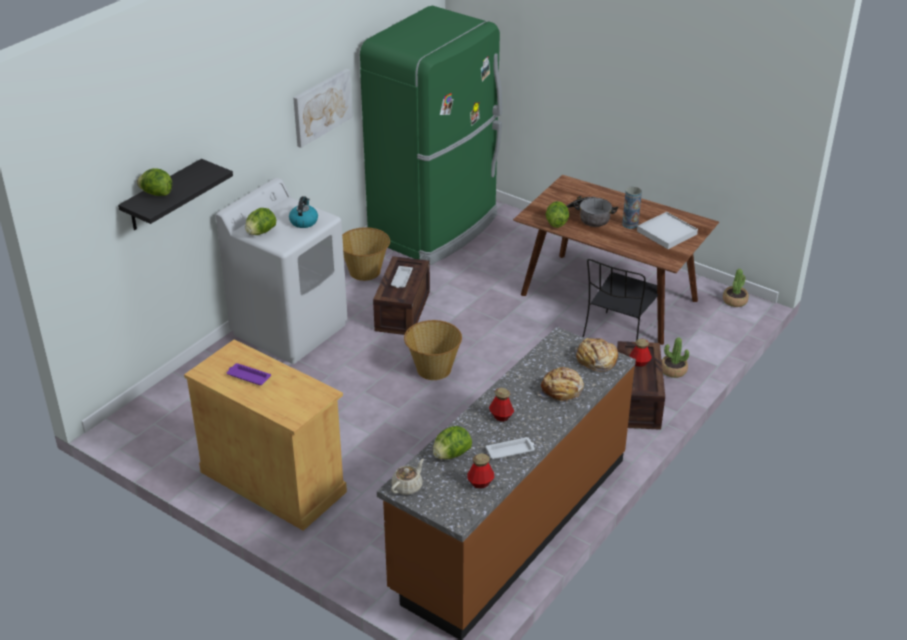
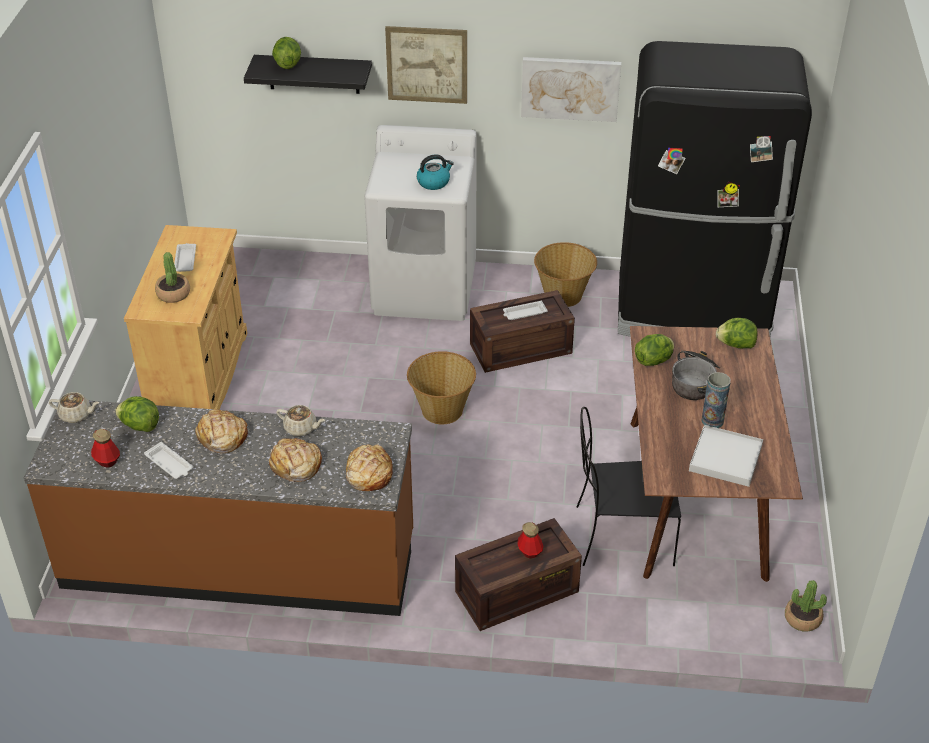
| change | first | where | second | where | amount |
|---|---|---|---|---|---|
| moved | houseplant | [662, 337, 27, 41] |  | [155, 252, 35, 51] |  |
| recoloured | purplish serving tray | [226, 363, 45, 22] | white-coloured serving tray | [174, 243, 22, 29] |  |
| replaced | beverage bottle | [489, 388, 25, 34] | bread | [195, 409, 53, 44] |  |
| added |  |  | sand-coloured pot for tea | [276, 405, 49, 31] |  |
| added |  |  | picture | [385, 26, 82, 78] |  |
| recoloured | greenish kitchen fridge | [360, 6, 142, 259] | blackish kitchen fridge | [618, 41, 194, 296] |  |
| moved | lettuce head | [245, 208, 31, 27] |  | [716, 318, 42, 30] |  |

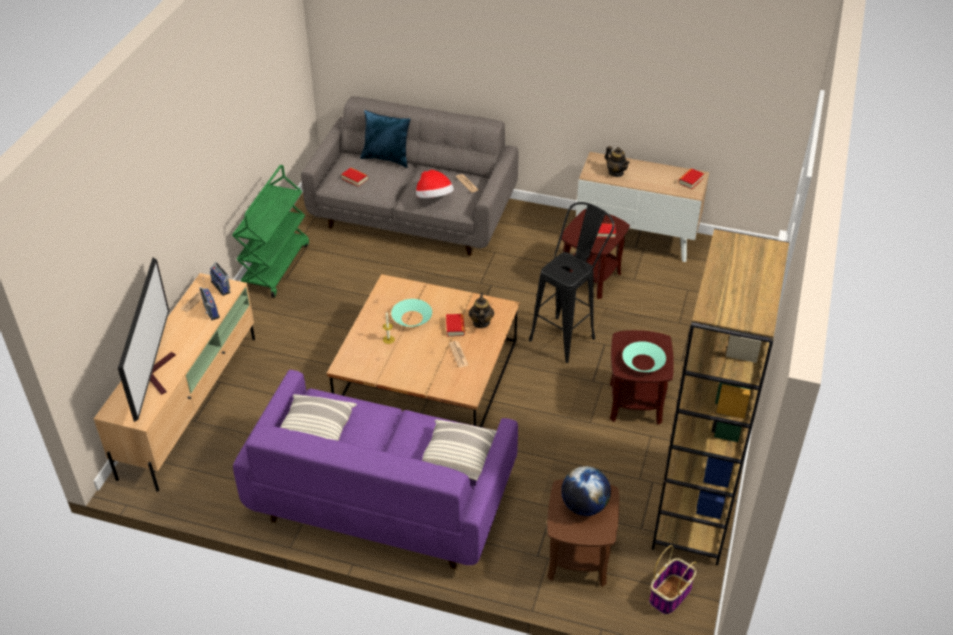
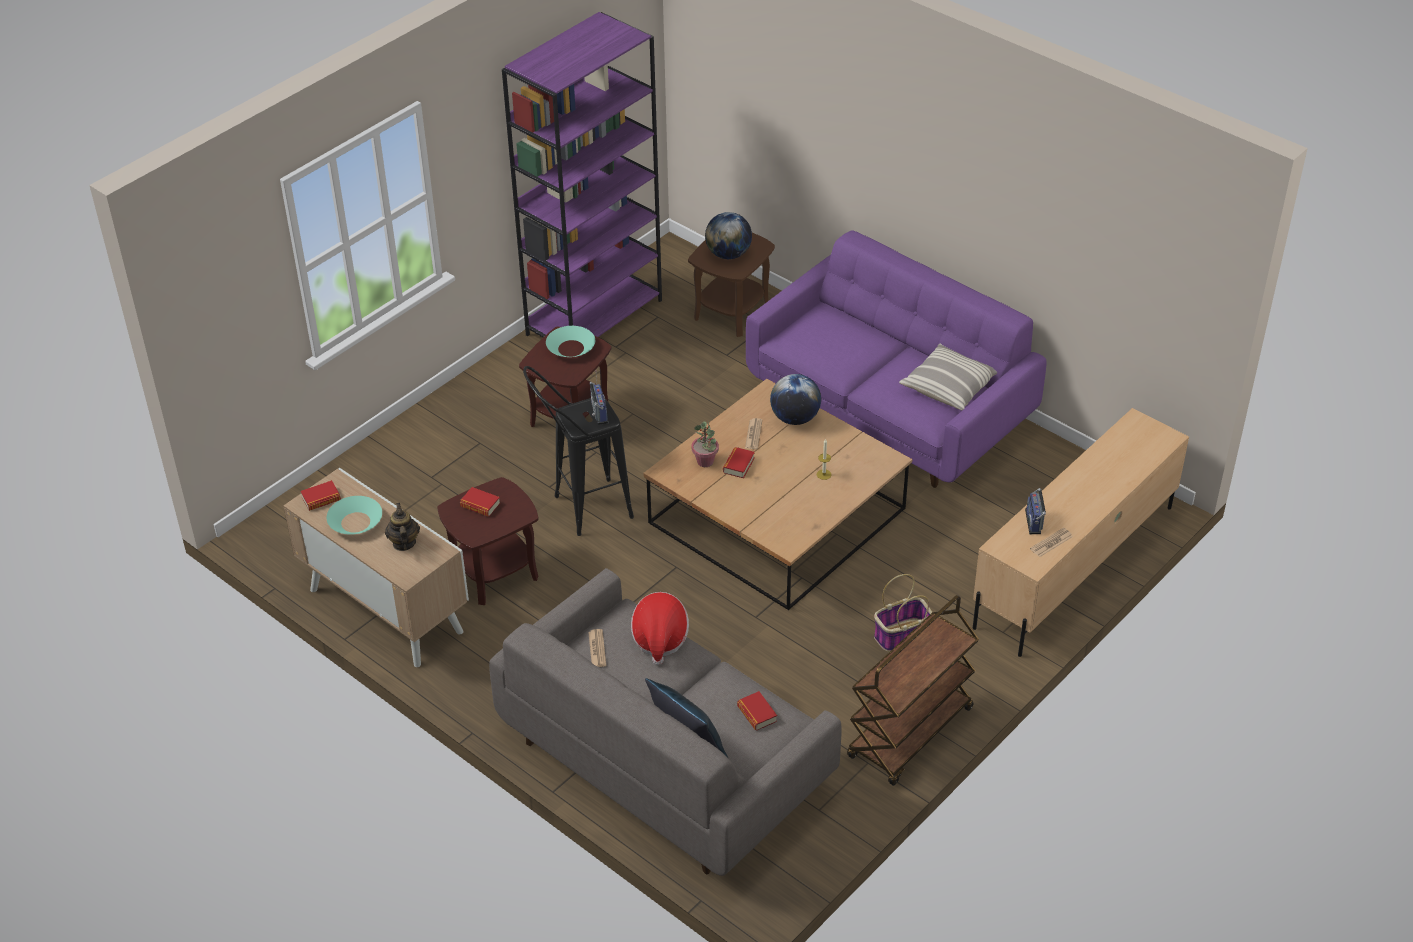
| change | first | where | second | where | amount |
|---|---|---|---|---|---|
| moved | blue-green bowl | [391, 299, 41, 28] |  | [327, 496, 55, 39] |  |
| recoloured | brown-coloured bookshelf | [652, 229, 138, 336] | purplish bookshelf | [502, 12, 160, 325] |  |
| moved | radio receiver | [210, 262, 20, 34] |  | [590, 370, 19, 55] |  |
| replaced | pot for tea | [469, 293, 25, 35] | houseplant | [691, 421, 28, 46] |  |
| added |  |  | world globe | [770, 374, 51, 51] |  |
| recoloured | greenish wheeled cart | [232, 165, 77, 133] | brown-coloured wheeled cart | [847, 595, 132, 191] |  |
| moved | storage basket | [649, 545, 48, 70] |  | [874, 574, 58, 78] |  |
| removed | TV | [118, 257, 58, 165] |  |  |  |
| removed | pillow | [422, 419, 75, 62] |  |  |  |

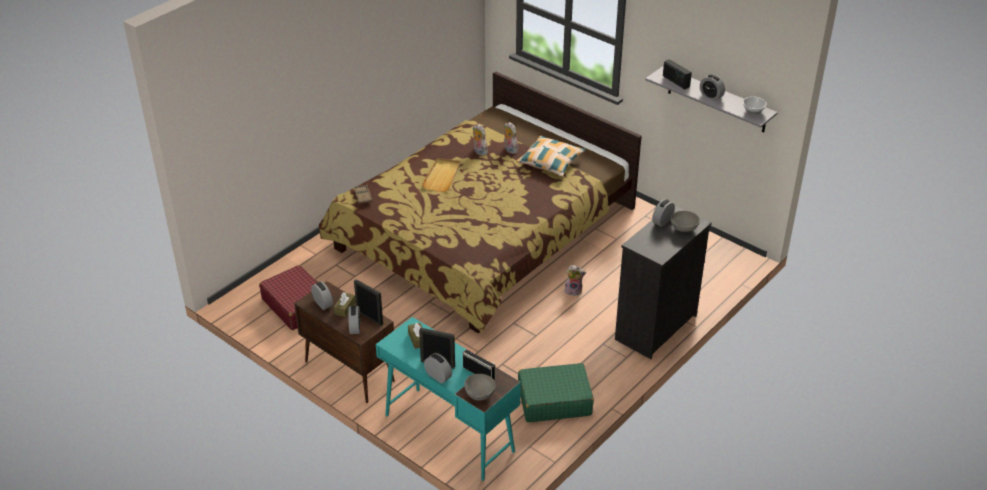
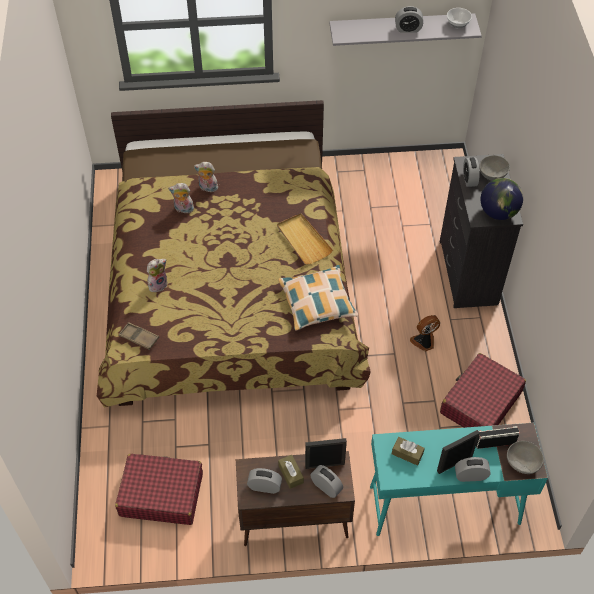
| change | first | where | second | where | amount |
|---|---|---|---|---|---|
| moved | plush toy | [564, 265, 22, 31] |  | [147, 259, 20, 33] |  |
| moved | sand-coloured serving tray | [422, 158, 39, 34] |  | [277, 213, 56, 52] |  |
| moved | pillow | [516, 136, 70, 40] |  | [278, 265, 80, 65] |  |
| added |  |  | electric fan | [410, 315, 30, 37] |  |
| recoloured | greenish travel case | [518, 363, 76, 59] | reddish travel case | [440, 353, 86, 75] |  |
| added |  |  | world globe | [481, 178, 42, 42] |  |
| removed | radio receiver | [663, 59, 29, 30] |  |  |  |

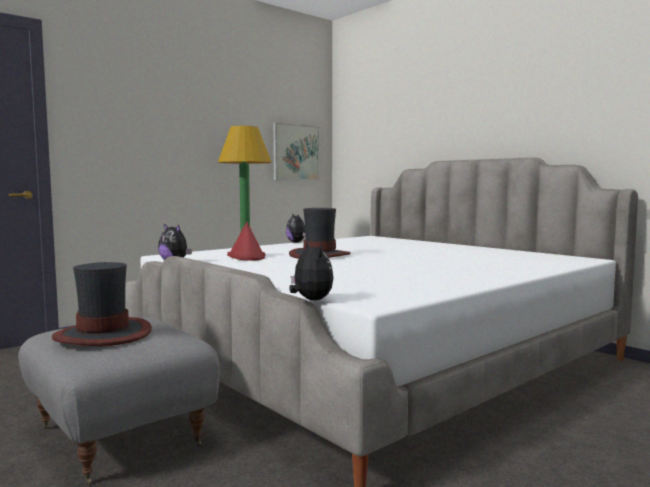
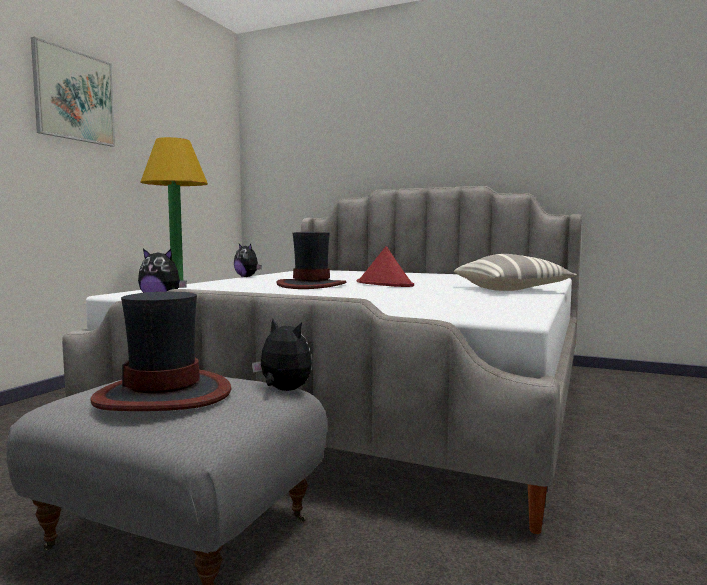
| change | first | where | second | where | amount |
|---|---|---|---|---|---|
| moved | picture | [273, 122, 46, 59] |  | [31, 37, 84, 110] |  |
| moved | plush toy | [289, 242, 44, 58] |  | [252, 318, 60, 73] |  |
| moved | reddish wearable hat | [227, 222, 38, 39] |  | [357, 246, 57, 41] |  |
| added |  |  | pillow | [454, 254, 123, 37] |  |

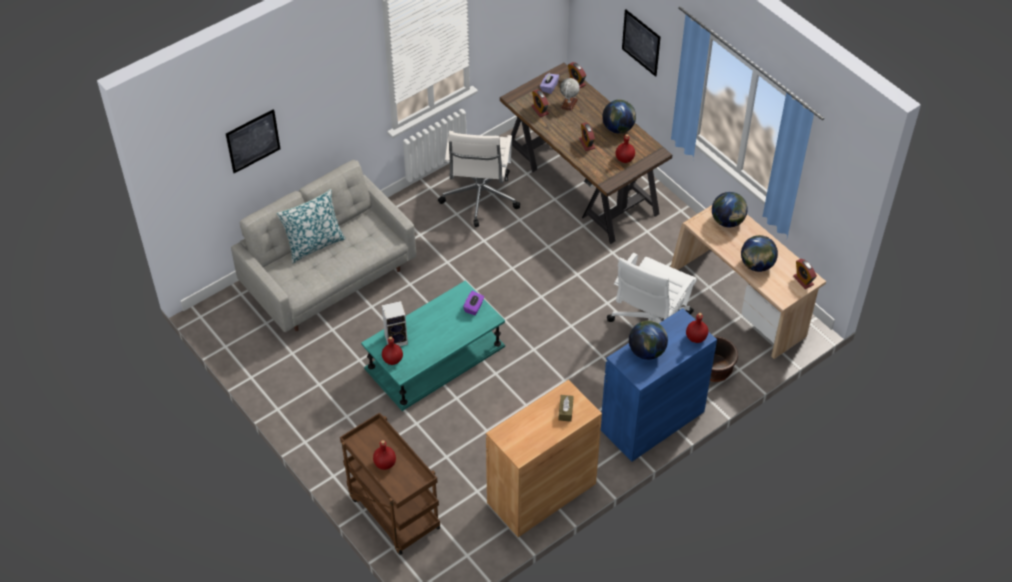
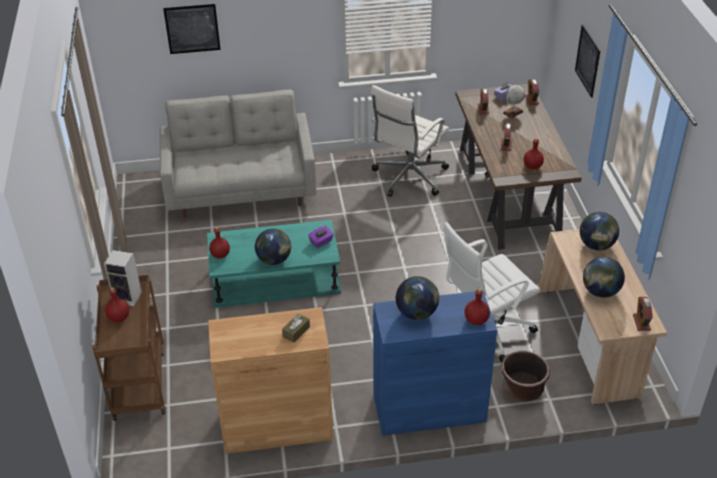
| change | first | where | second | where | amount |
|---|---|---|---|---|---|
| moved | speaker | [382, 301, 26, 45] |  | [104, 250, 38, 56] |  |
| moved | world globe | [602, 100, 34, 34] |  | [255, 229, 36, 36] |  |
| removed | pillow | [277, 189, 69, 74] |  |  |  |

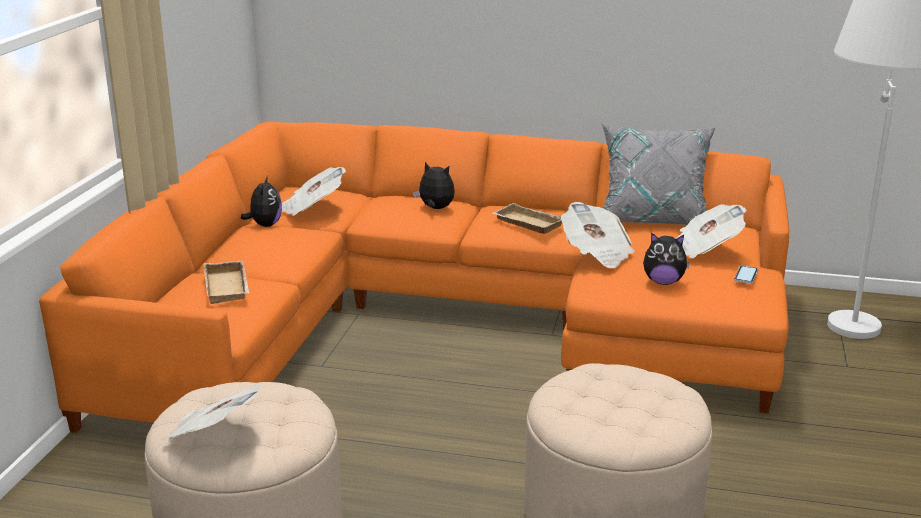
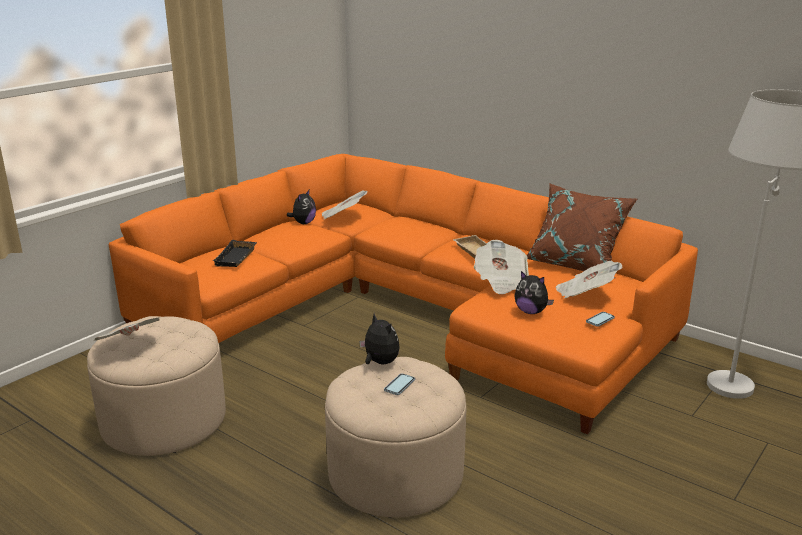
| change | first | where | second | where | amount |
|---|---|---|---|---|---|
| recoloured | sand-coloured serving tray | [203, 260, 46, 44] | blackish serving tray | [213, 240, 44, 27] |  |
| moved | plush toy | [413, 162, 42, 47] |  | [359, 313, 41, 51] |  |
| added |  |  | handset | [384, 374, 31, 21] |  |
| recoloured | greyish pillow | [602, 123, 113, 102] | brown-coloured pillow | [527, 183, 110, 95] |  |

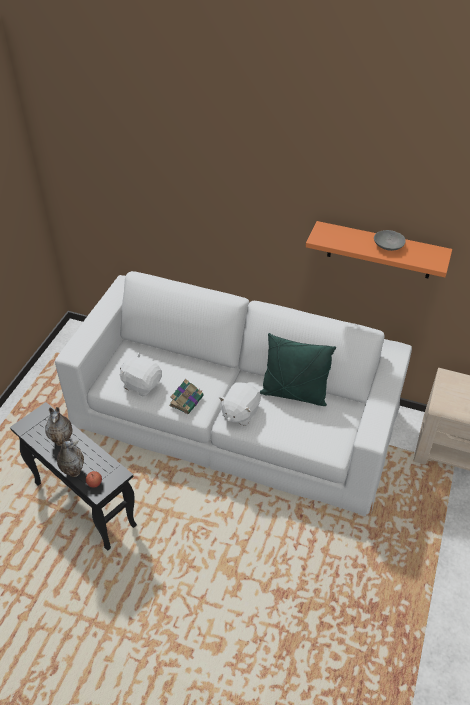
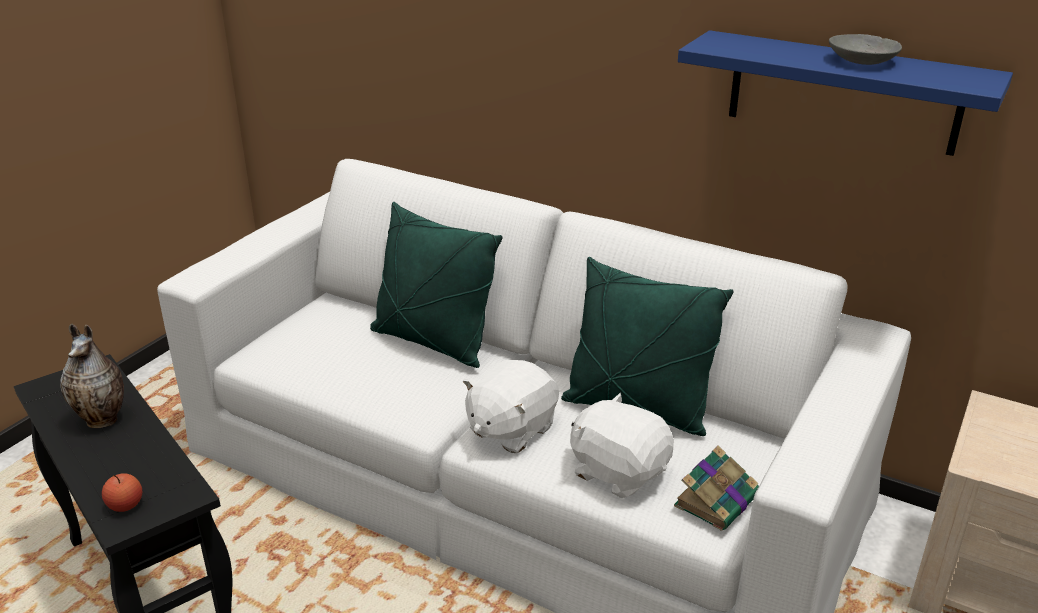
| change | first | where | second | where | amount |
|---|---|---|---|---|---|
| added |  |  | greenish pillow | [370, 202, 133, 166] |  |
| moved | white-coloured plush toy | [120, 353, 42, 43] |  | [570, 393, 104, 105] |  |
| moved | book | [169, 379, 35, 35] |  | [674, 445, 85, 86] |  |
| recoloured | orange bracket shelf | [306, 221, 146, 57] | blue bracket shelf | [678, 30, 335, 126] |  |
| removed | flower vase | [57, 437, 27, 40] |  |  |  |

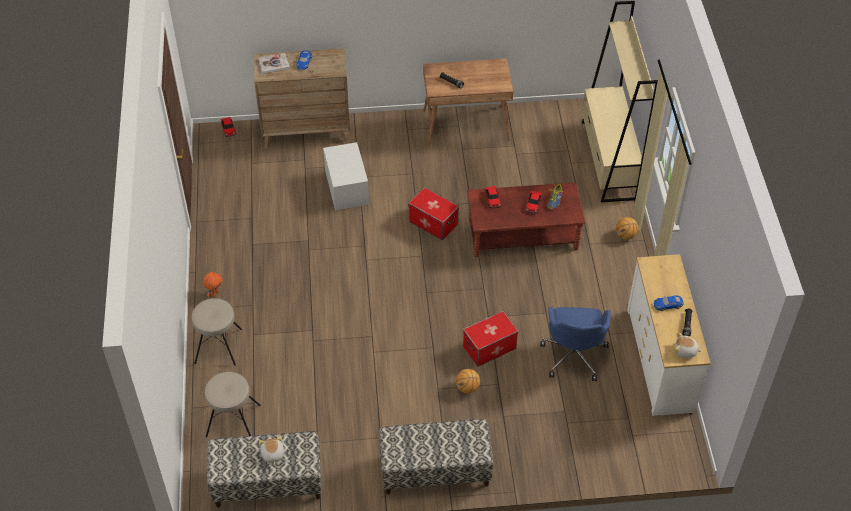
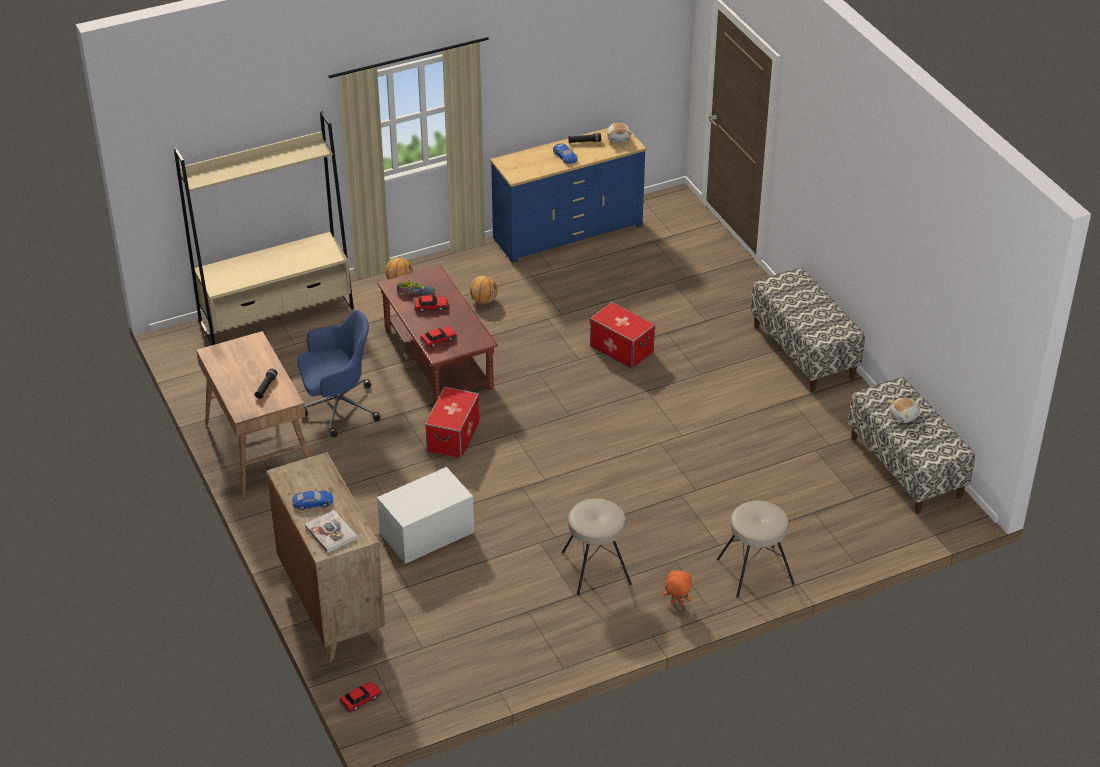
| change | first | where | second | where | amount |
|---|---|---|---|---|---|
| moved | blue office chair | [540, 307, 71, 74] |  | [297, 310, 83, 127] |  |
| moved | basketball | [456, 369, 24, 25] |  | [470, 276, 28, 28] |  |
| recoloured | white-coloured chest of drawers | [627, 254, 84, 162] | blue chest of drawers | [490, 128, 156, 135] |  |
| moved | sand-coloured stool | [205, 372, 55, 65] |  | [562, 498, 70, 97] |  |

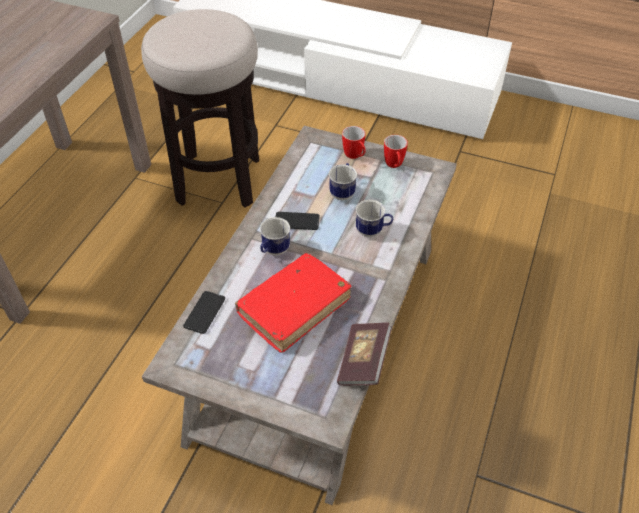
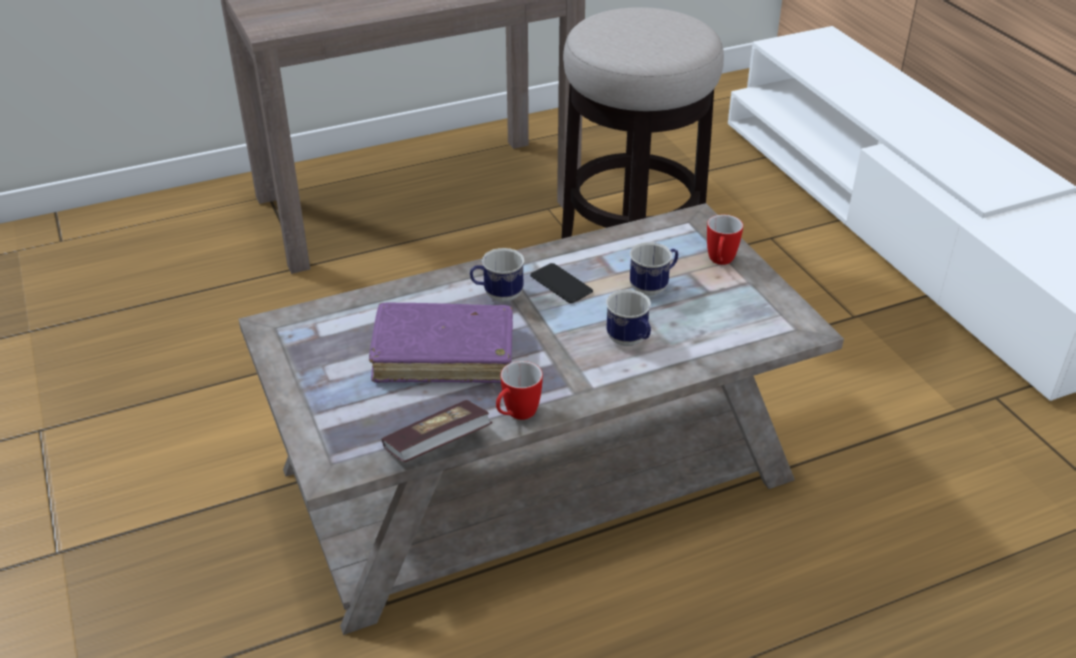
| change | first | where | second | where | amount |
|---|---|---|---|---|---|
| recoloured | reddish book | [235, 253, 117, 100] | purplish book | [369, 303, 144, 80] |  |
| moved | tea mug | [384, 135, 24, 33] |  | [496, 361, 47, 59] |  |
| removed | handset | [183, 291, 42, 43] |  |  |  |

